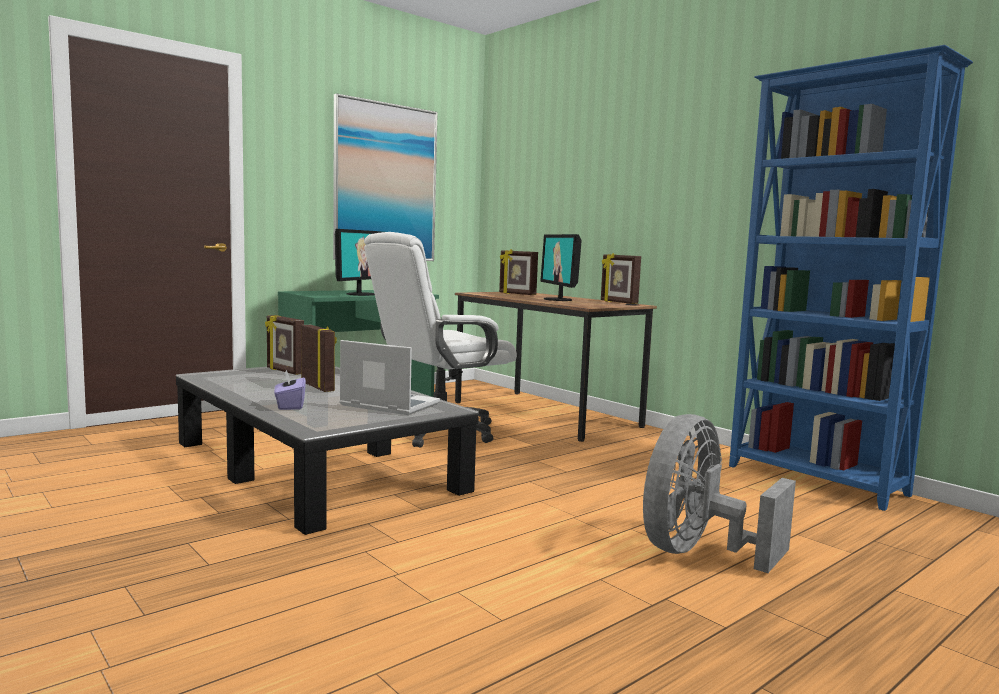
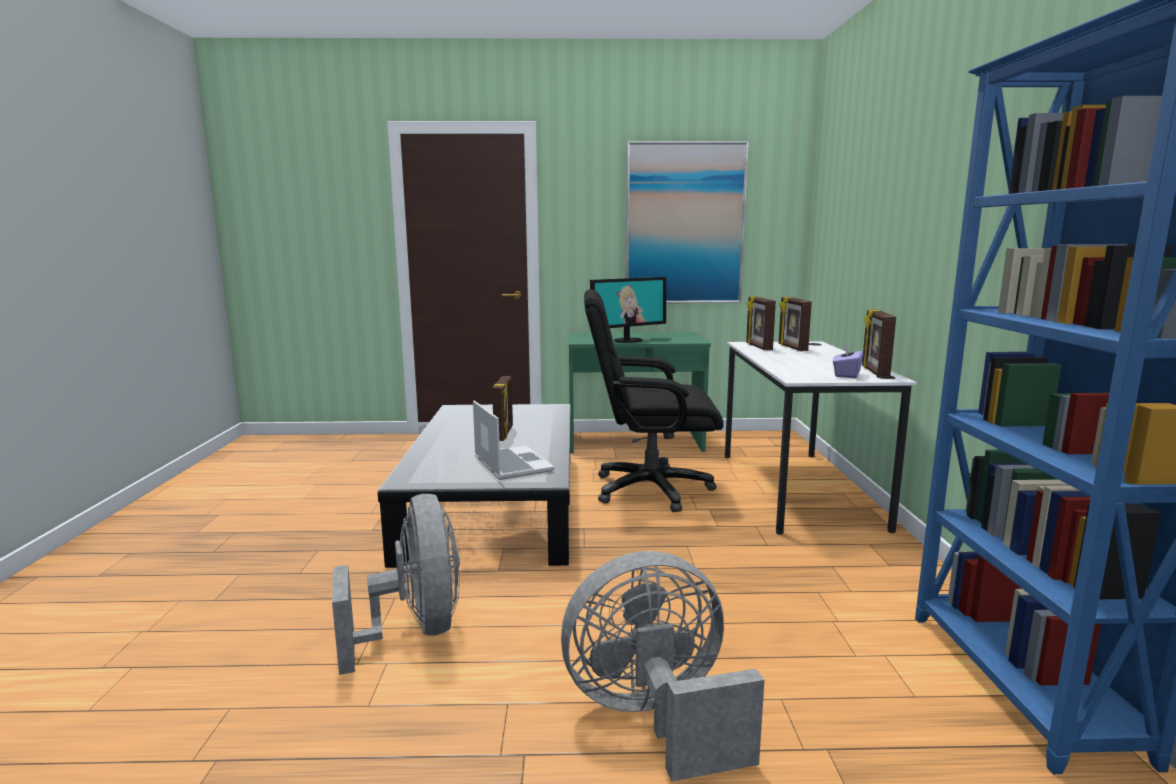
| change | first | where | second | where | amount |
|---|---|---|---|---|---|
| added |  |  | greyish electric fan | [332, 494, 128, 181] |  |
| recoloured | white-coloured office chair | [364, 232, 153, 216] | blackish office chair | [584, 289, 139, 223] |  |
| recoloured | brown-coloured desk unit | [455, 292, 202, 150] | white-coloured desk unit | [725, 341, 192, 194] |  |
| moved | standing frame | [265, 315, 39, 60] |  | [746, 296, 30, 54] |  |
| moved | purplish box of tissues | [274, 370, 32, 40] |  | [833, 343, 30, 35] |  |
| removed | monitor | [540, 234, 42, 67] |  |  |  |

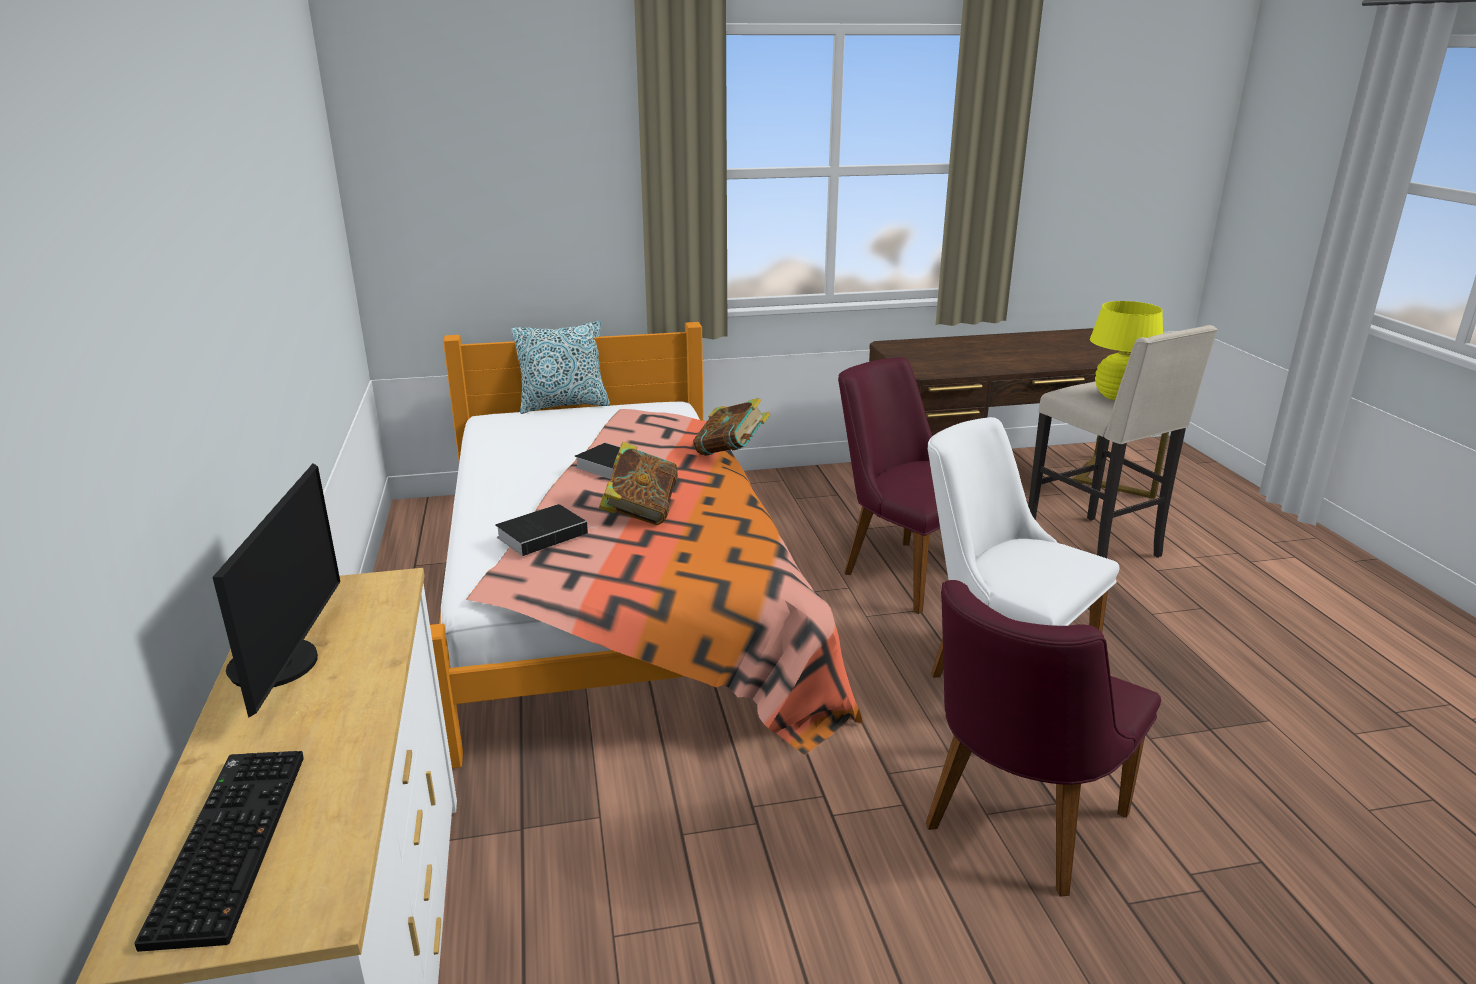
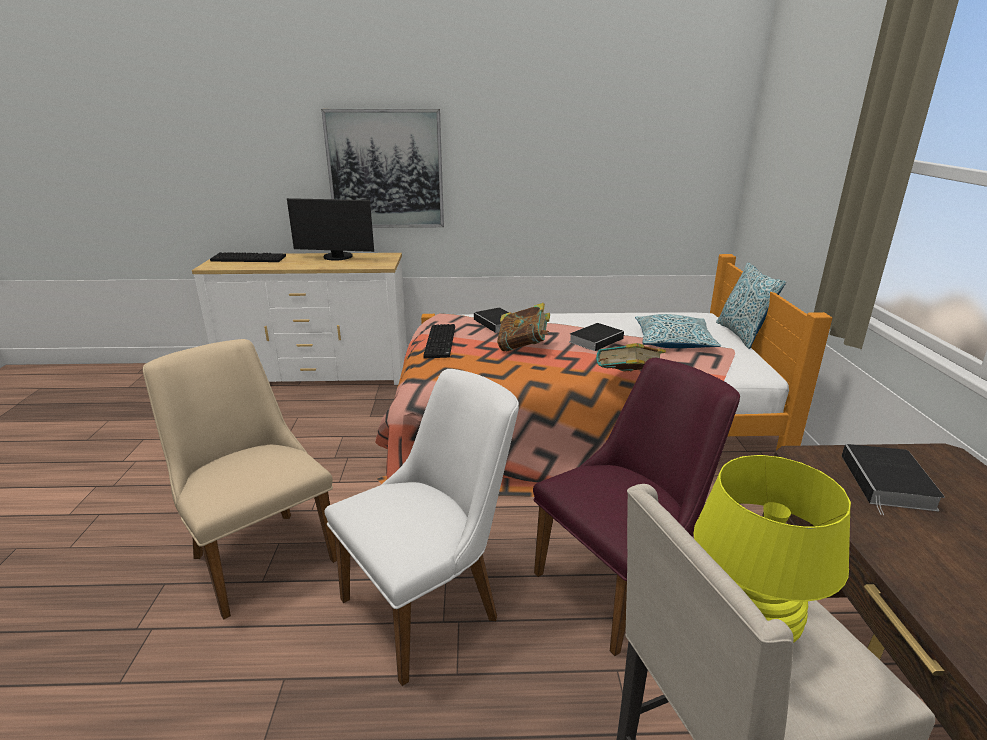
| change | first | where | second | where | amount |
|---|---|---|---|---|---|
| recoloured | purplish chair | [926, 580, 235, 317] | sand-coloured chair | [143, 339, 194, 281] |  |
| added |  |  | picture | [321, 109, 123, 119] |  |
| added |  |  | PC keyboard | [423, 324, 32, 35] |  |
| added |  |  | pillow | [635, 314, 86, 34] |  |
| added |  |  | book | [842, 444, 103, 71] |  |

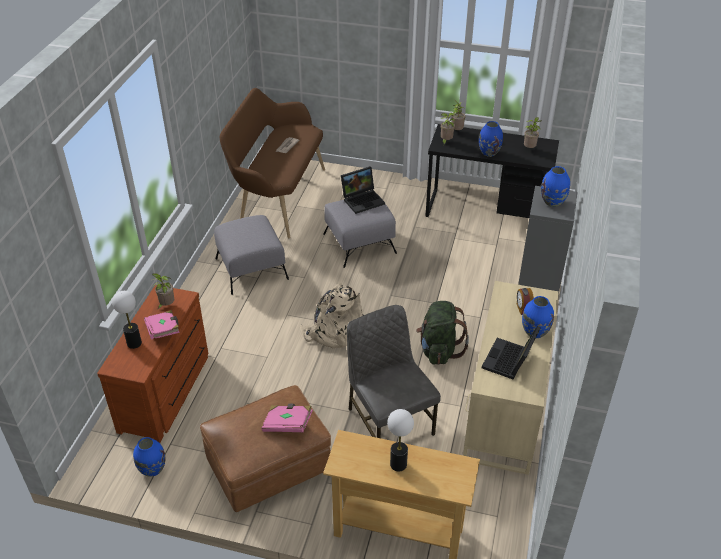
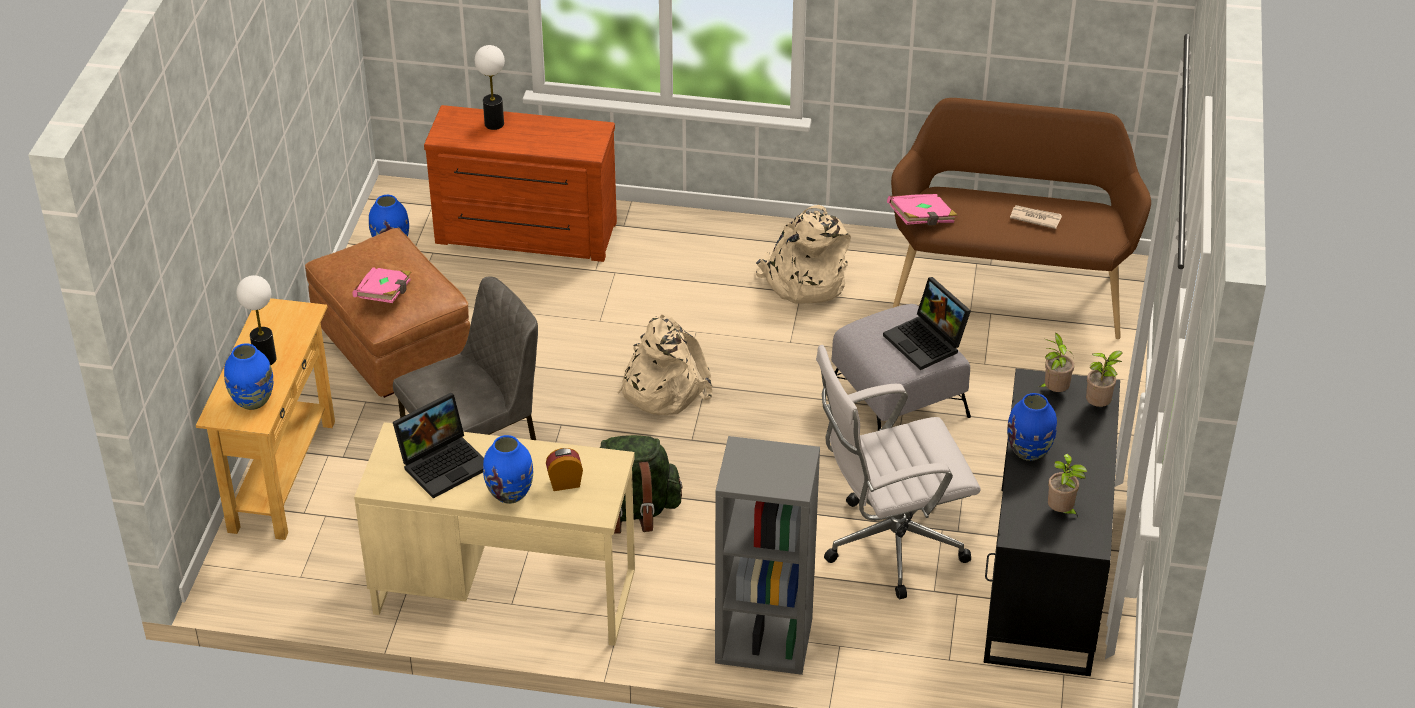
| change | first | where | second | where | amount |
|---|---|---|---|---|---|
| moved | blue flower vase | [541, 166, 29, 41] |  | [224, 343, 49, 67] |  |
| turned | portable computer | [482, 326, 58, 53] |  | [393, 393, 91, 105] | 120 degrees clockwise |
| replaced | greyish footrest | [214, 215, 75, 80] | sand-coloured backpack | [756, 205, 95, 99] |  |
| added |  |  | white-coloured office chair | [816, 345, 165, 254] |  |
| moved | pinkish book | [144, 310, 36, 29] |  | [887, 194, 71, 32] |  |
| removed | houseplant | [152, 273, 22, 36] |  |  |  |

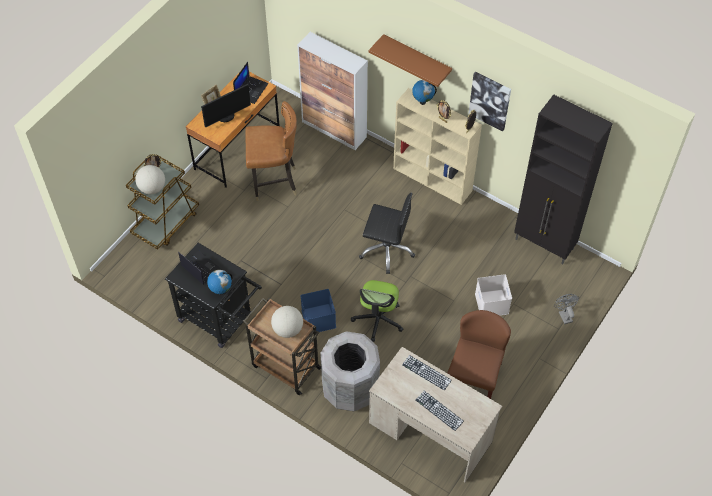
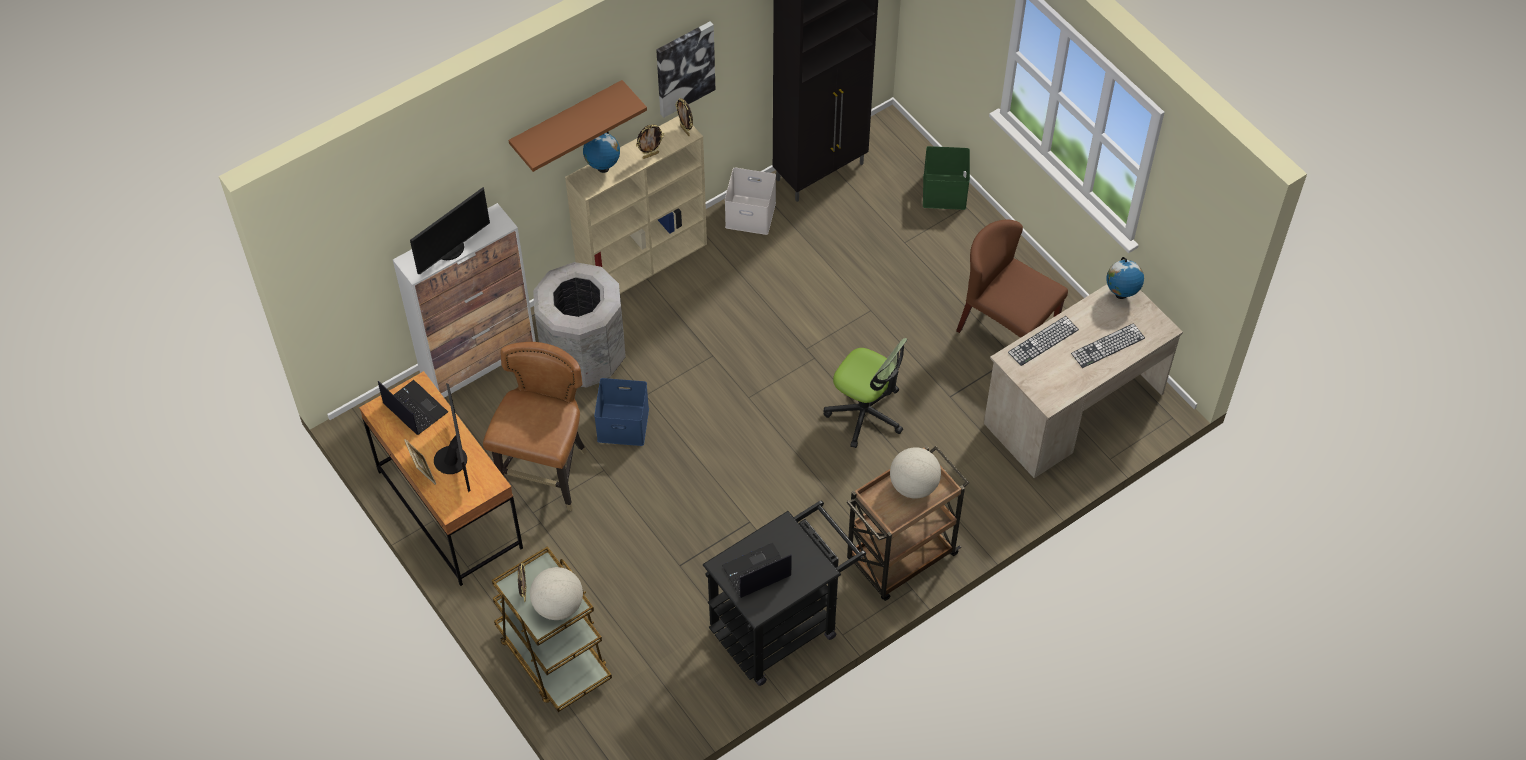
| change | first | where | second | where | amount |
|---|---|---|---|---|---|
| added |  |  | monitor | [410, 187, 80, 87] |  |
| moved | greyish rubbish bin | [320, 331, 60, 80] |  | [533, 262, 93, 126] |  |
| moved | blue storage bin | [301, 289, 35, 43] |  | [594, 378, 55, 68] |  |
| moved | white-coloured storage bin | [475, 274, 37, 42] |  | [725, 168, 51, 67] |  |
| replaced | greyish electric fan | [554, 294, 25, 30] | greenish storage bin | [923, 146, 47, 64] |  |
| moved | world globe | [207, 270, 26, 25] |  | [1106, 257, 38, 42] |  |
| removed | blackish office chair | [359, 193, 56, 81] |  |  |  |

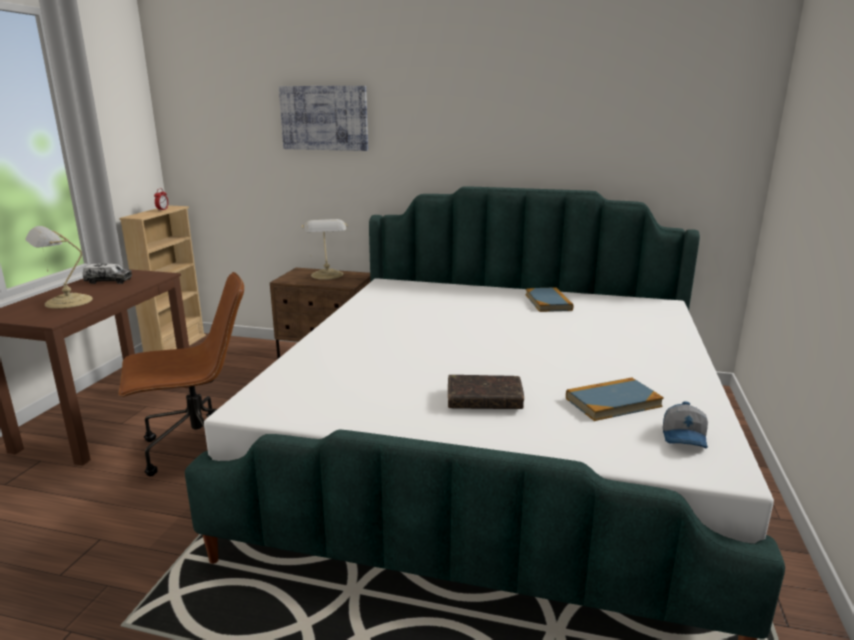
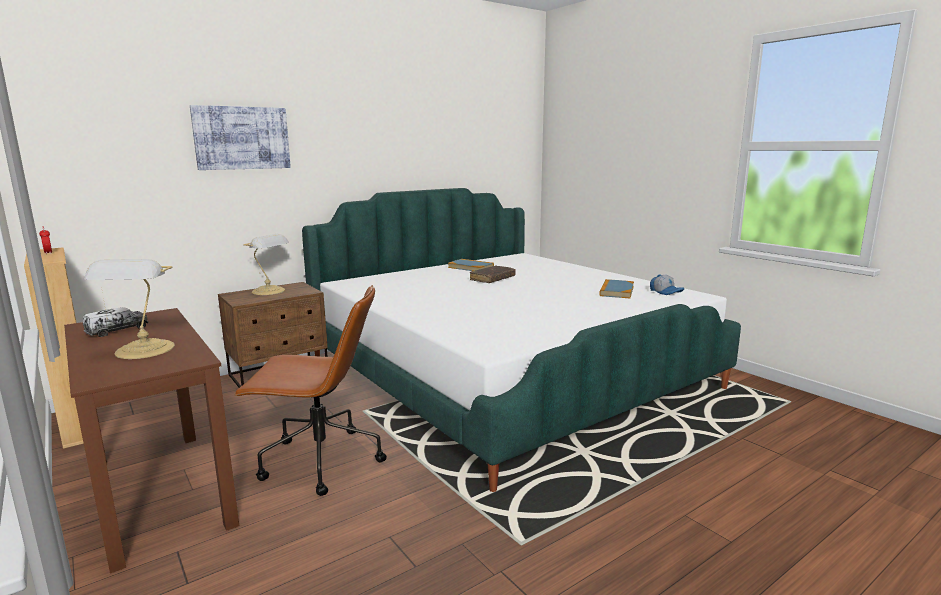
| change | first | where | second | where | amount |
|---|---|---|---|---|---|
| turned | brown-coloured office chair | [119, 272, 125, 204] |  | [233, 285, 154, 211] | 75 degrees clockwise |
| moved | brown-coloured book | [448, 375, 76, 34] |  | [470, 265, 46, 18] |  |

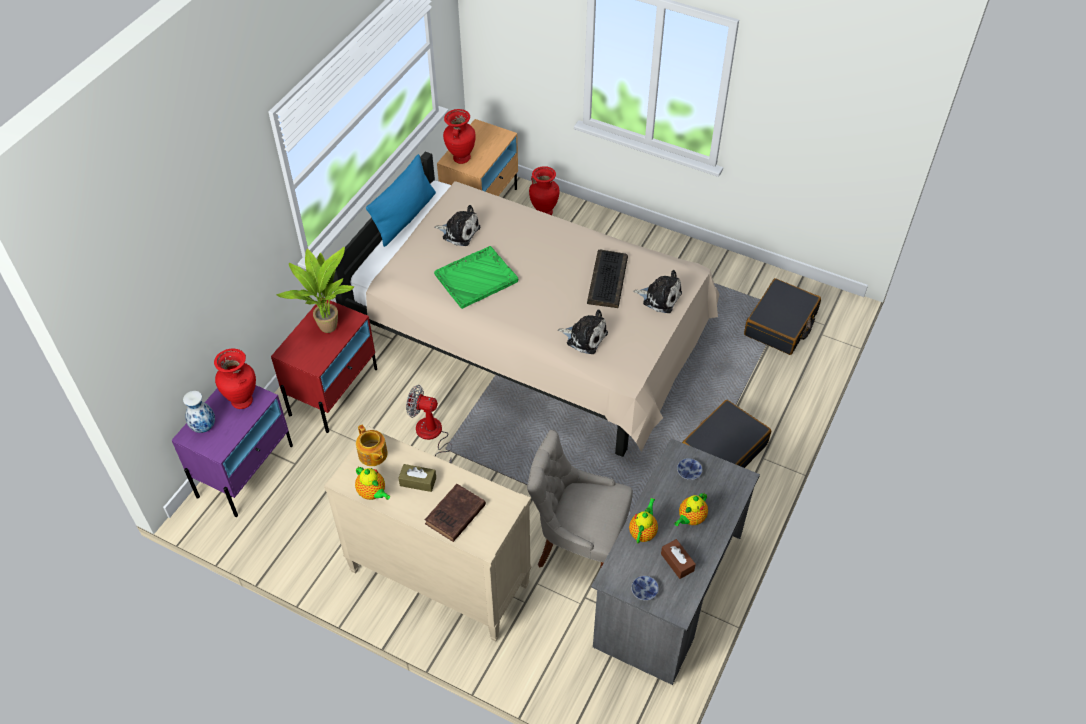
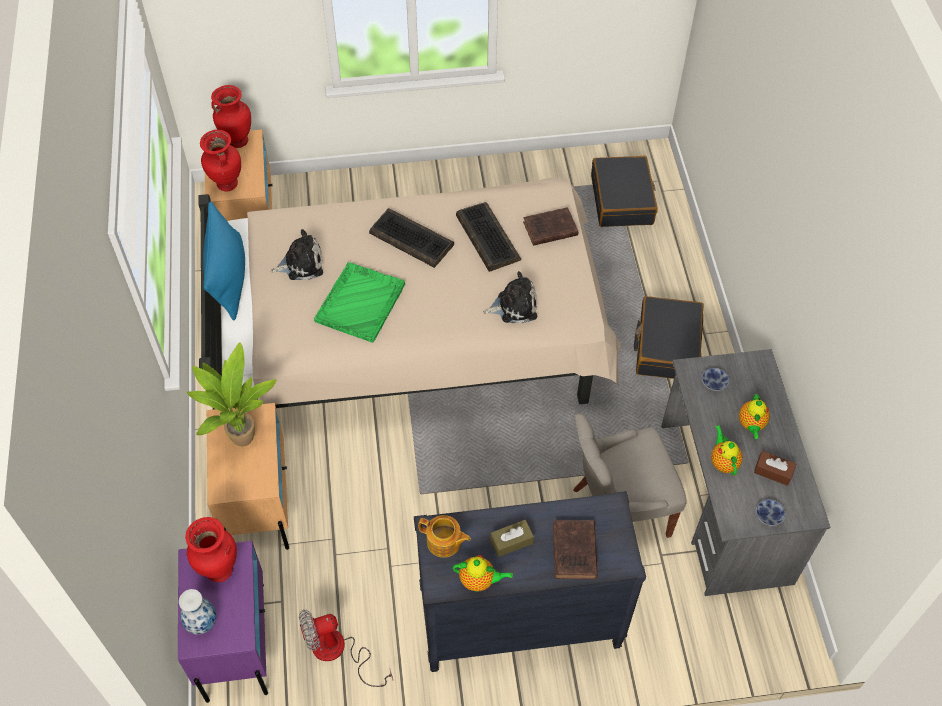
| change | first | where | second | where | amount |
|---|---|---|---|---|---|
| recoloured | reddish nightstand | [271, 297, 106, 136] | sand-coloured nightstand | [207, 403, 82, 147] |  |
| moved | reddish flower vase | [529, 166, 31, 49] |  | [211, 85, 40, 63] |  |
| moved | electric fan | [406, 385, 46, 79] |  | [299, 609, 94, 78] |  |
| added |  |  | PC keyboard | [369, 208, 85, 60] |  |
| recoloured | sand-coloured chest of drawers | [324, 427, 208, 215] | blackish chest of drawers | [414, 491, 232, 181] |  |
| replaced | plush toy | [633, 270, 49, 43] | brown-coloured book | [523, 207, 55, 39] |  |

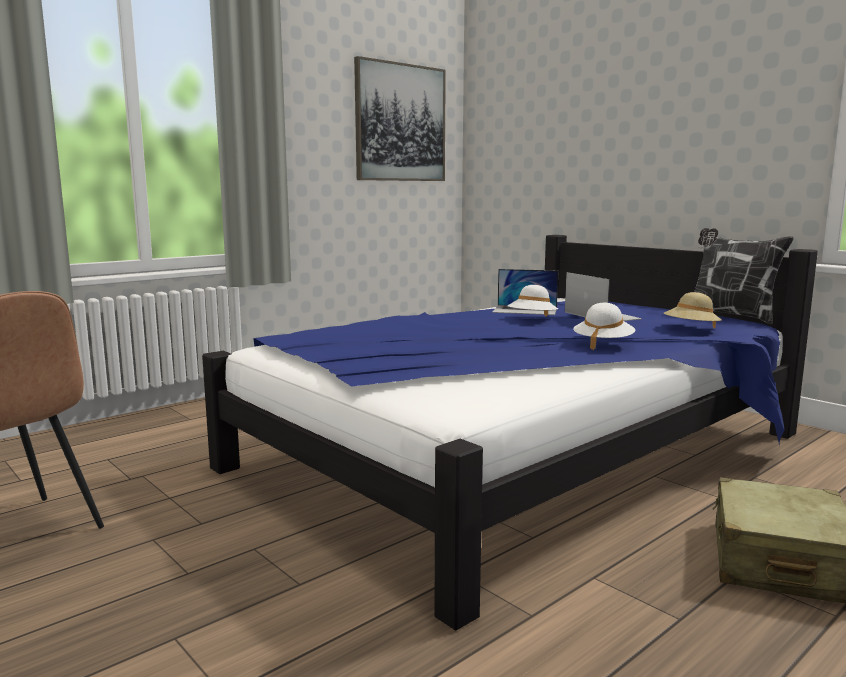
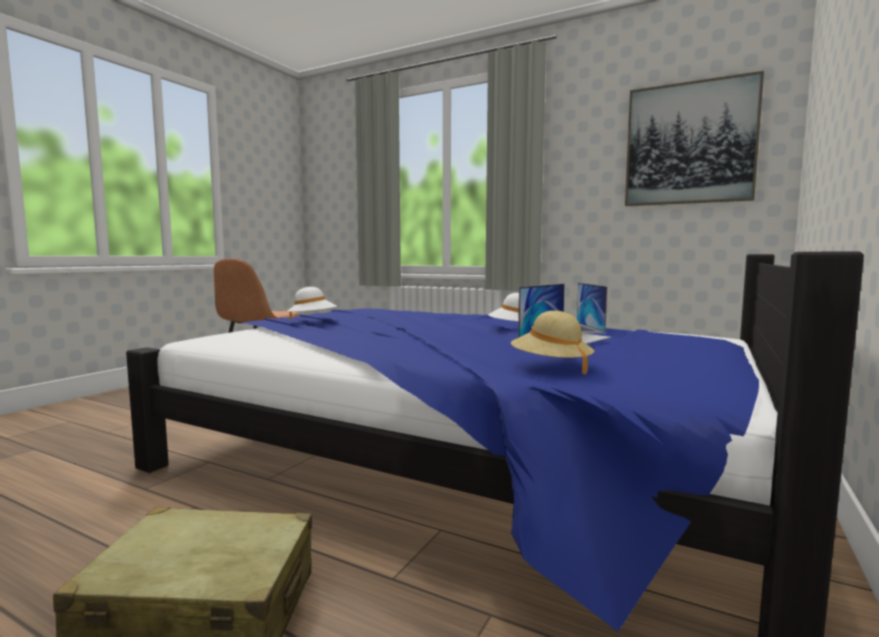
| change | first | where | second | where | amount |
|---|---|---|---|---|---|
| moved | white-coloured wearable hat | [573, 303, 62, 47] |  | [287, 287, 50, 33] |  |
| removed | pillow | [694, 228, 100, 96] |  |  |  |

